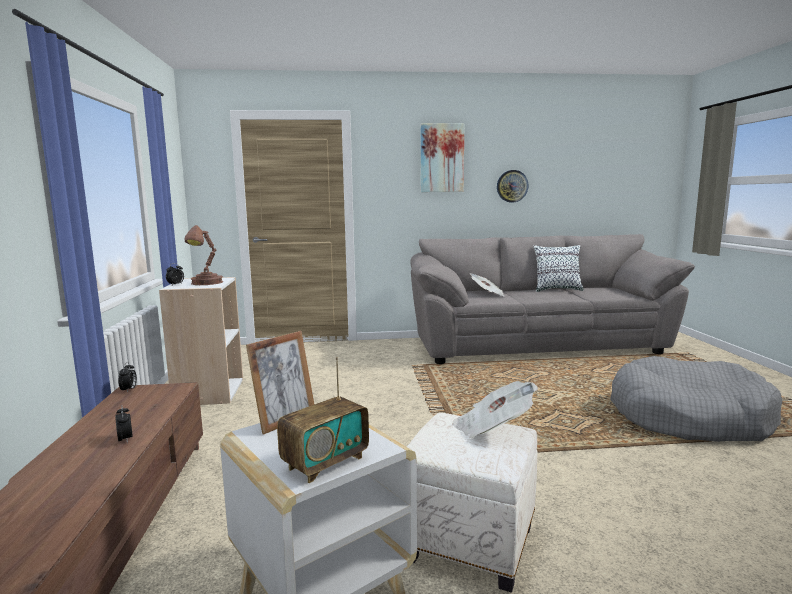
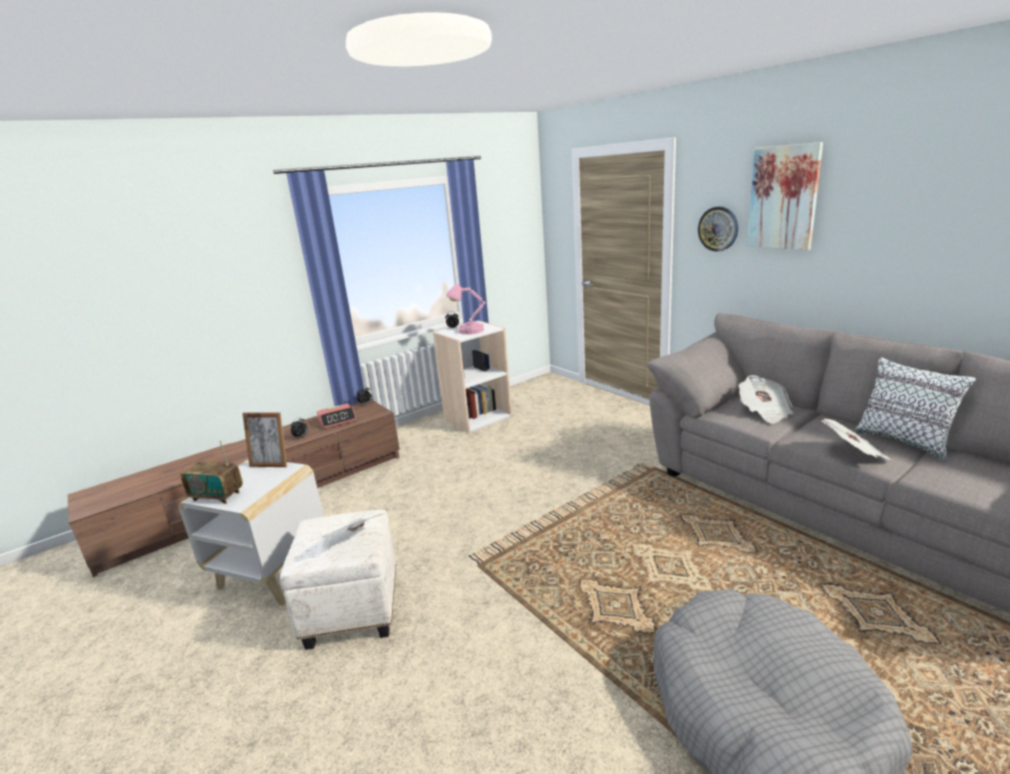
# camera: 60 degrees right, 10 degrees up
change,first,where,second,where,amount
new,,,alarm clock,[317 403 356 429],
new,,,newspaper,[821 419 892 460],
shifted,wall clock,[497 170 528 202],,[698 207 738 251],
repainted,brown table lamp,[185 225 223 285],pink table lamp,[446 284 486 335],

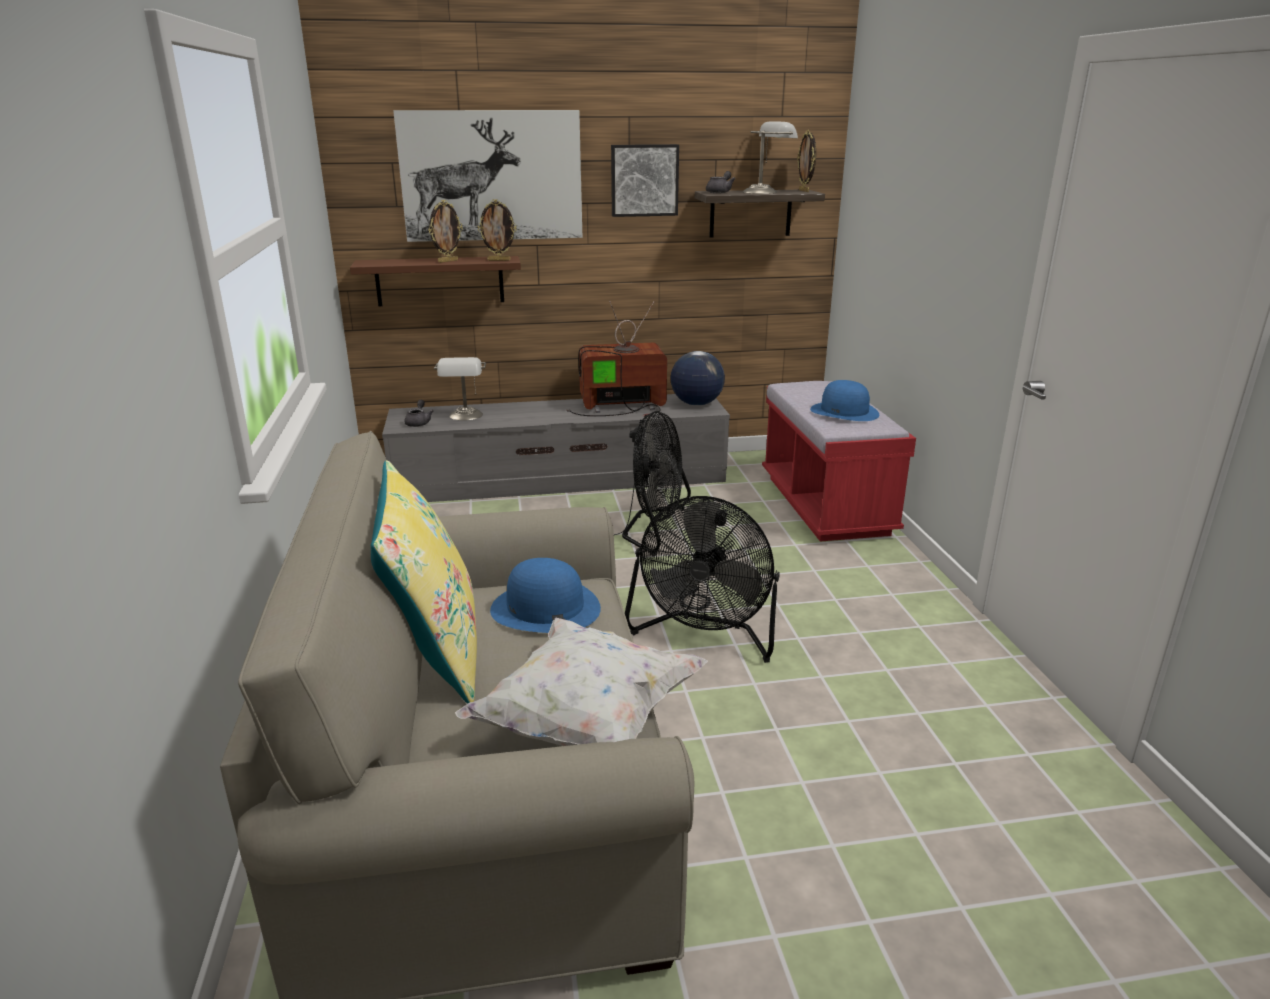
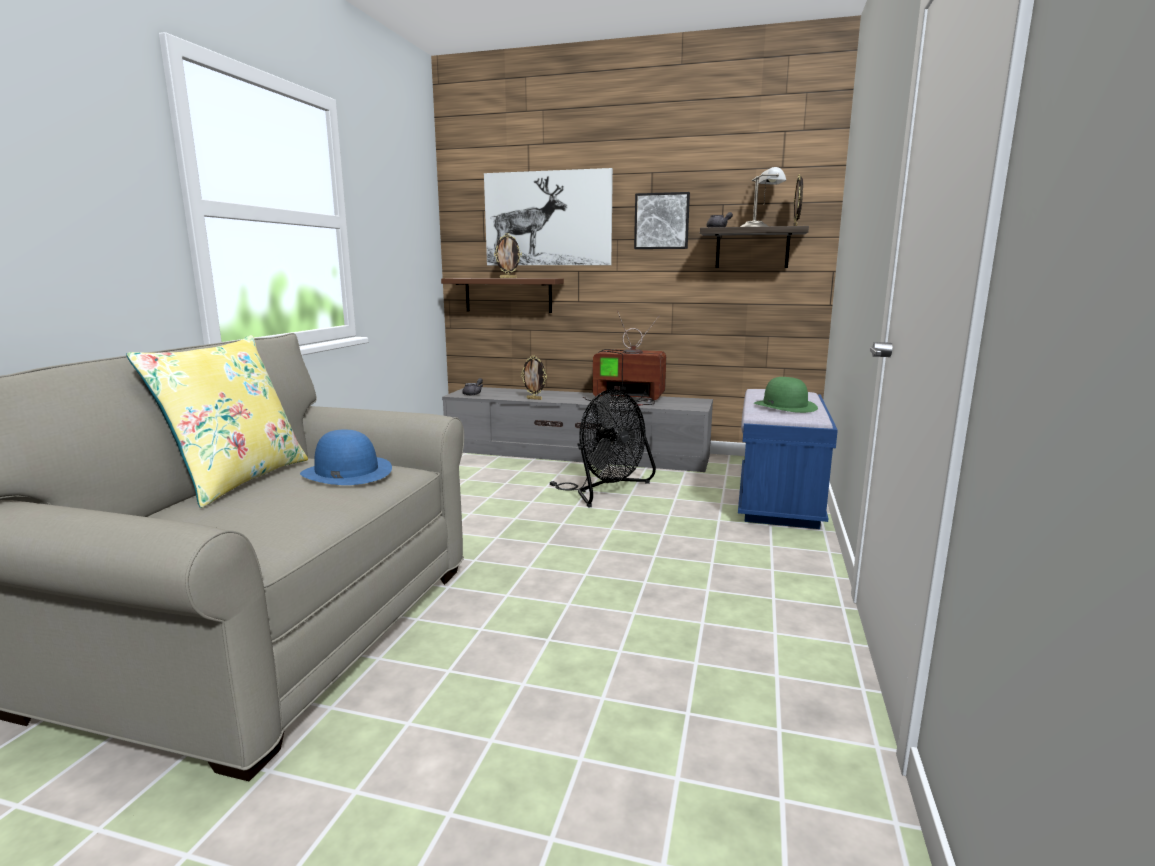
# camera: 25 degrees right, 10 degrees down
change,first,where,second,where,amount
gone,white table lamp,[434 357 486 421],,,
gone,white pillow,[455 617 708 746],,,
gone,black fan,[625 496 780 663],,,
gone,globe,[671 351 725 406],,,
shifted,picture frame,[478 199 517 261],,[521 355 547 400],
repainted,red bench,[762 381 916 542],blue bench,[738 389 838 529],
repainted,blue hat,[810 380 879 421],green hat,[754 377 818 413],

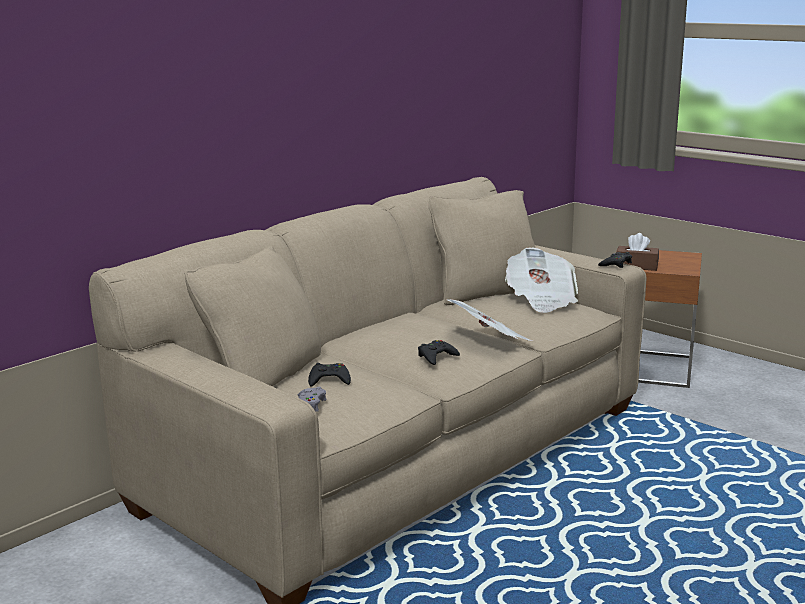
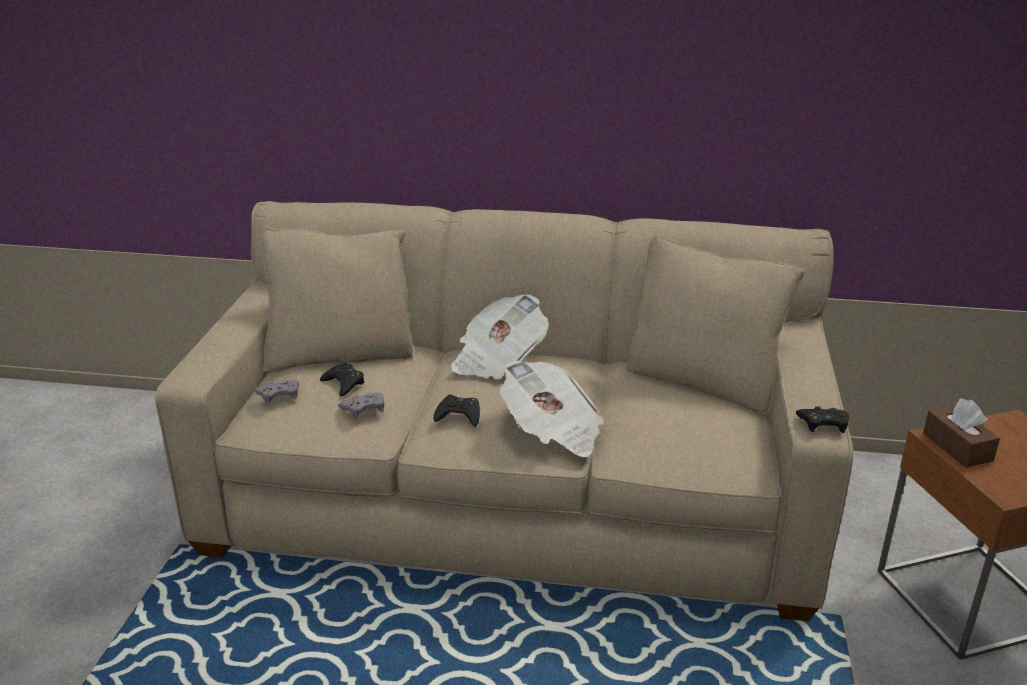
# camera: 55 degrees right, 10 degrees up
change,first,where,second,where,amount
new,,,grey game controller,[338 393 384 419],
shifted,newspaper,[505 247 578 313],,[451 294 549 380],

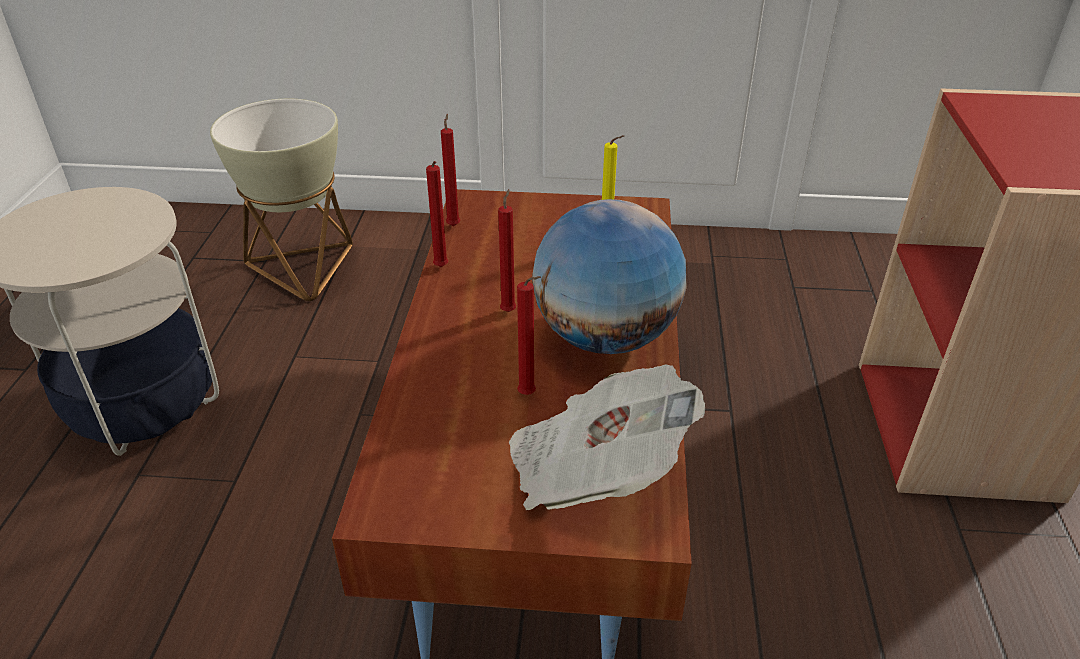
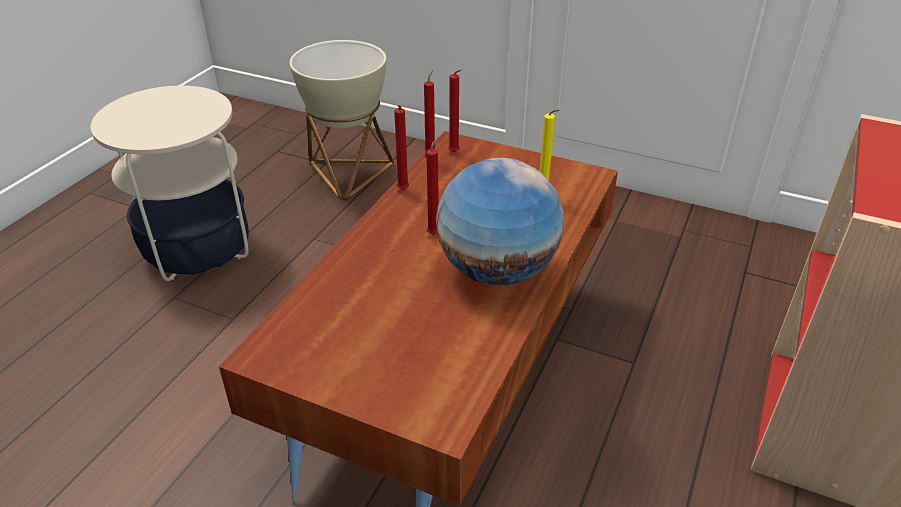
# camera: 20 degrees right, 0 degrees up
change,first,where,second,where,amount
gone,newspaper,[509 365 705 510],,,
shifted,red candle,[517 276 541 395],,[448 70 462 152],

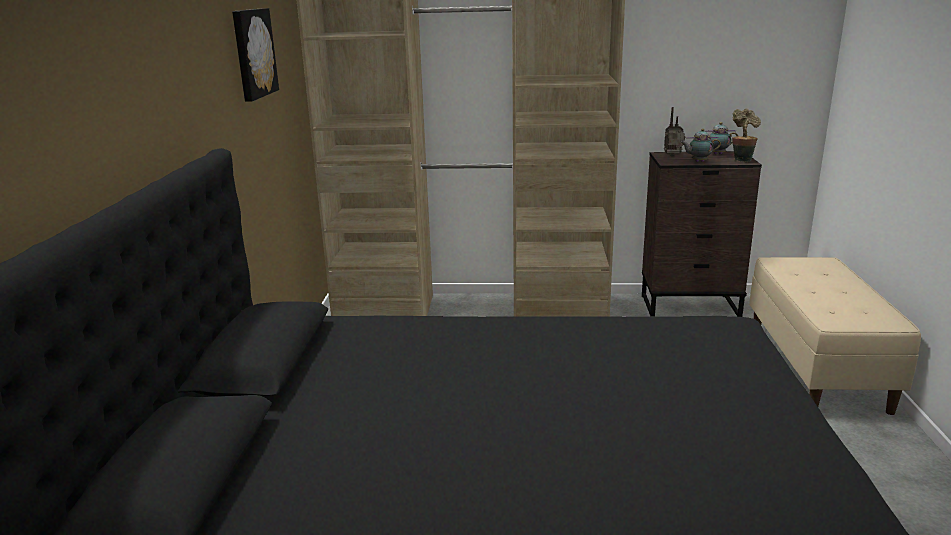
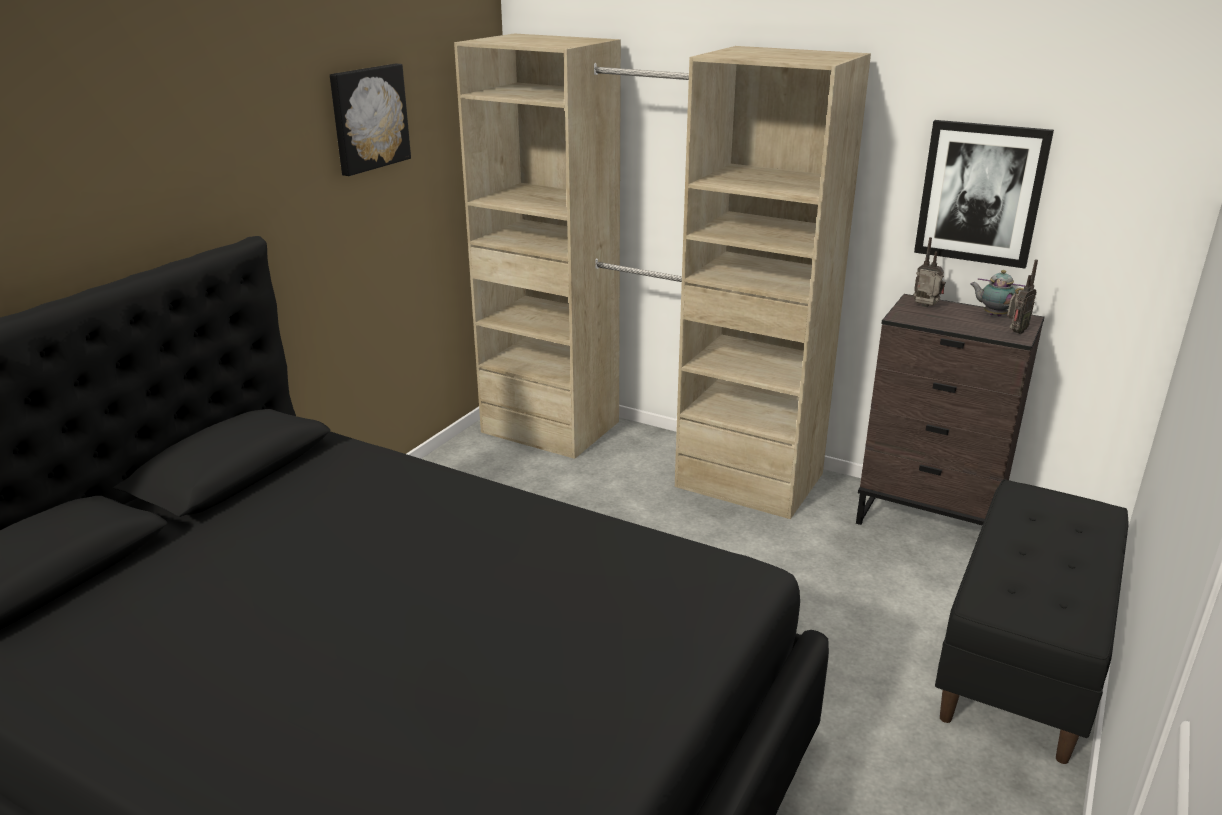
# camera: 25 degrees right, 5 degrees up
change,first,where,second,where,amount
gone,teapot,[680 129 721 162],,,
new,,,picture,[914 120 1054 269],
swapped,potted plant,[732 108 761 162],radio,[1007 260 1038 334],
repainted,beige bench,[749 257 921 415],black bench,[935 479 1129 764],

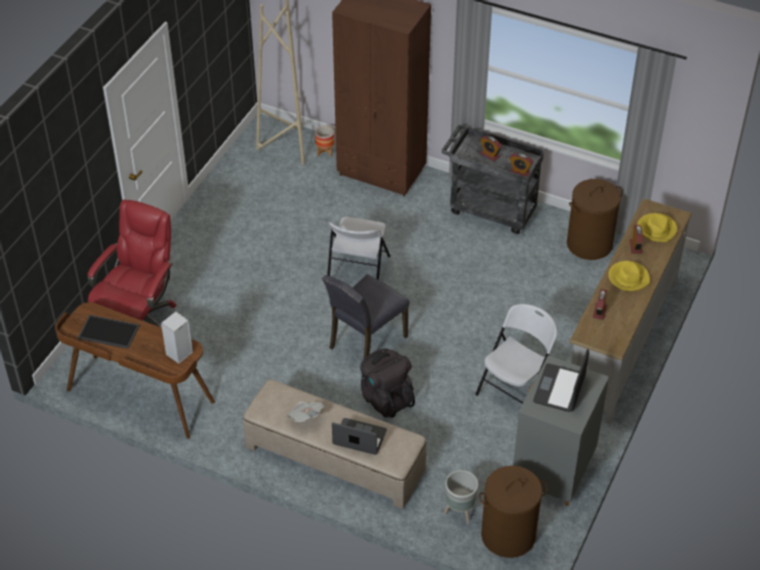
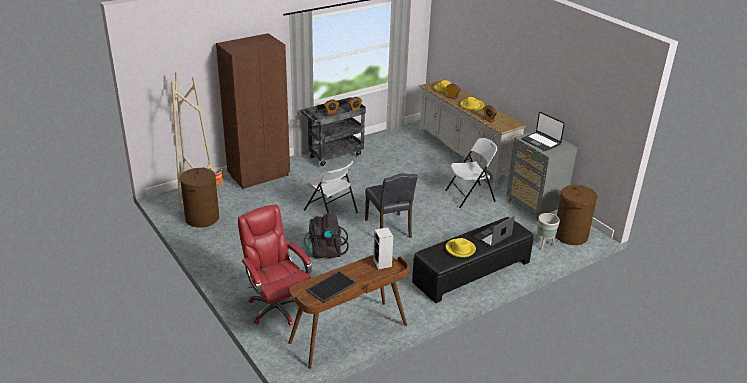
# camera: 60 degrees left, 15 degrees down
change,first,where,second,where,amount
shifted,black backpack,[360 348 415 418],,[304 213 349 258],
shifted,brown laundry basket,[567 179 623 260],,[180 167 219 228],
swapped,newspaper,[287 401 324 422],yellow hat,[446 238 476 258],
repainted,beige bench,[243 379 427 509],black bench,[412 217 533 303],
rotated,white chair,[475 304 557 404],,[445 138 497 208],90 degrees clockwise

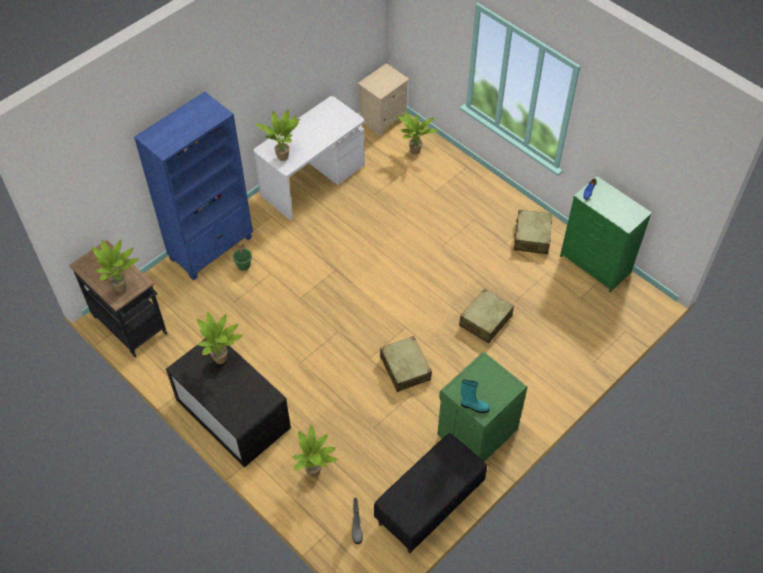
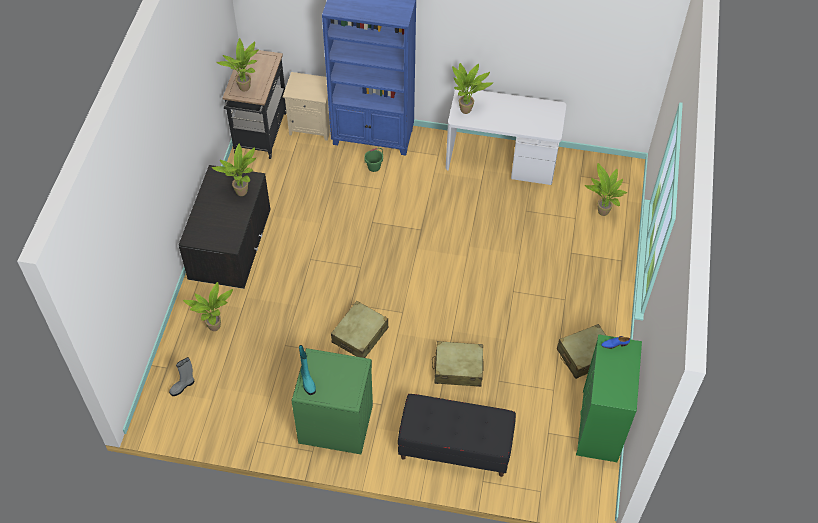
# camera: 55 degrees right, 0 degrees up
change,first,where,second,where,amount
shifted,beige nightstand,[357 63 409 136],,[283 72 330 141],
shifted,black bench,[374 433 487 553],,[398 394 516 477],

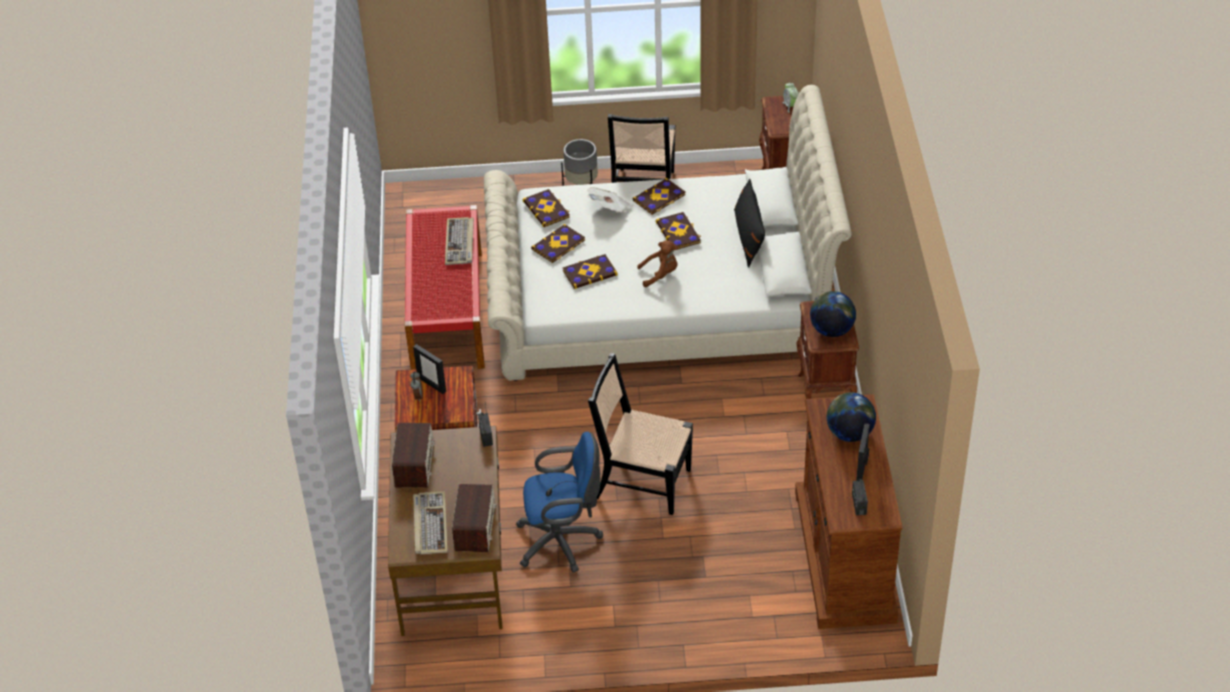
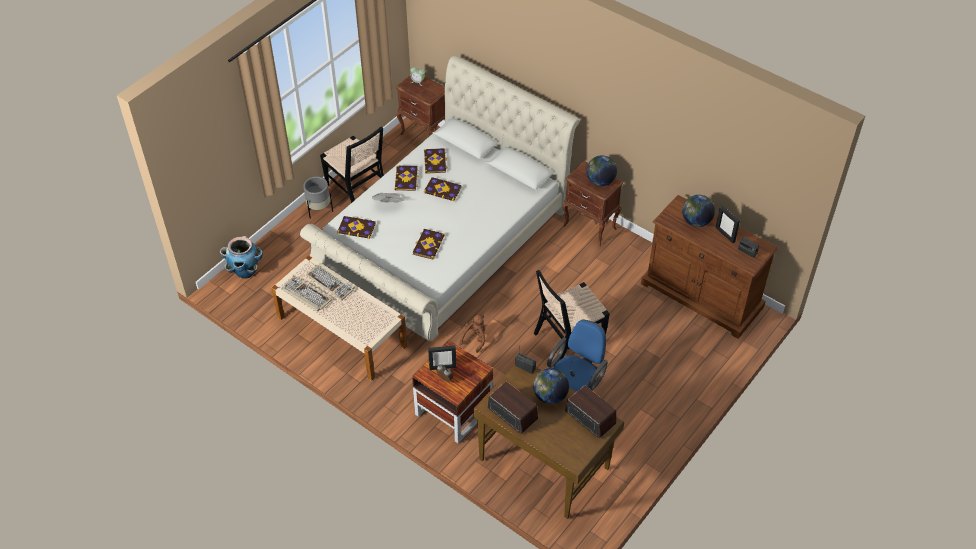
# camera: 50 degrees left, 5 degrees up
change,first,where,second,where,amount
gone,black pillow,[734 179 765 267],,,
new,,,planter,[220 236 263 279],
new,,,globe,[533 368 569 404],
shifted,keyboard,[413 491 448 554],,[282 276 332 312],
shifted,book,[531 224 585 263],,[424 148 448 174],
shifted,brown plush toy,[637 240 678 287],,[460 315 486 353],
repainted,red bench,[405 205 485 369],beige bench,[271 255 407 381],

